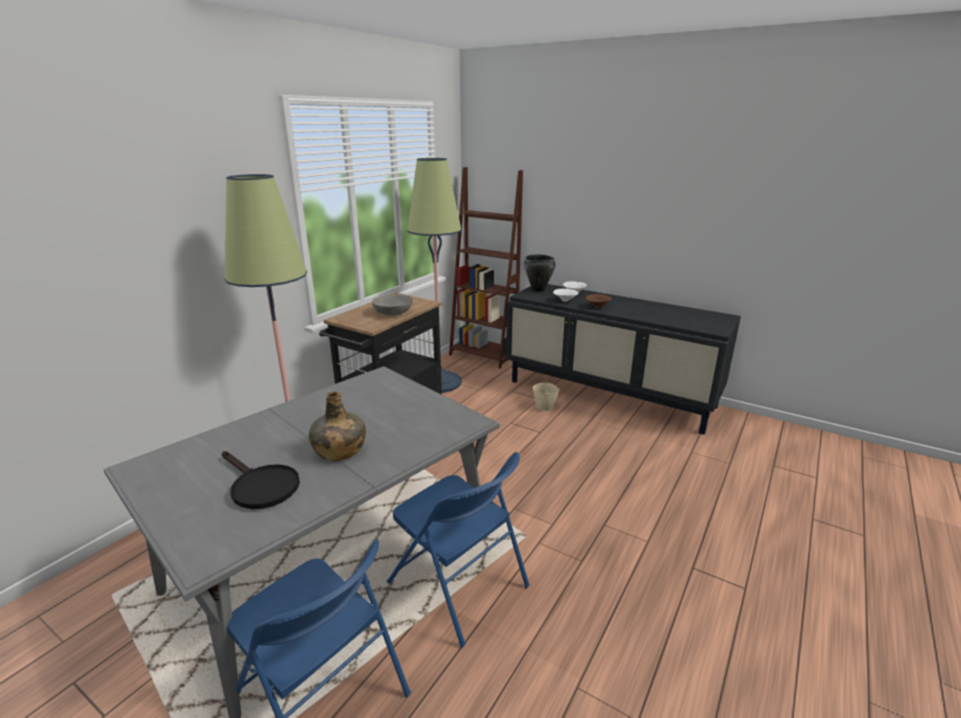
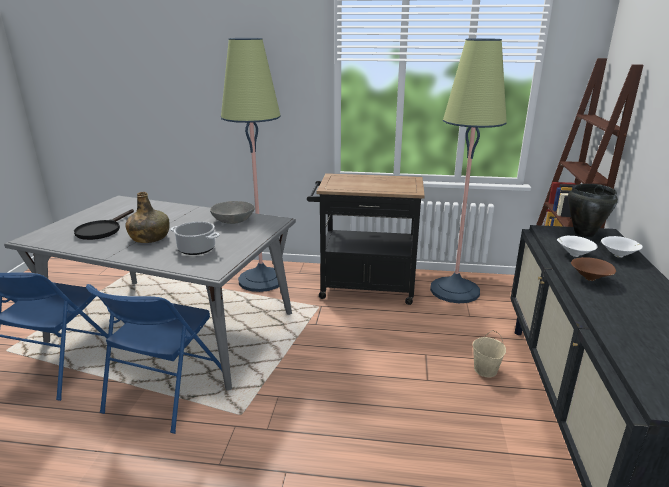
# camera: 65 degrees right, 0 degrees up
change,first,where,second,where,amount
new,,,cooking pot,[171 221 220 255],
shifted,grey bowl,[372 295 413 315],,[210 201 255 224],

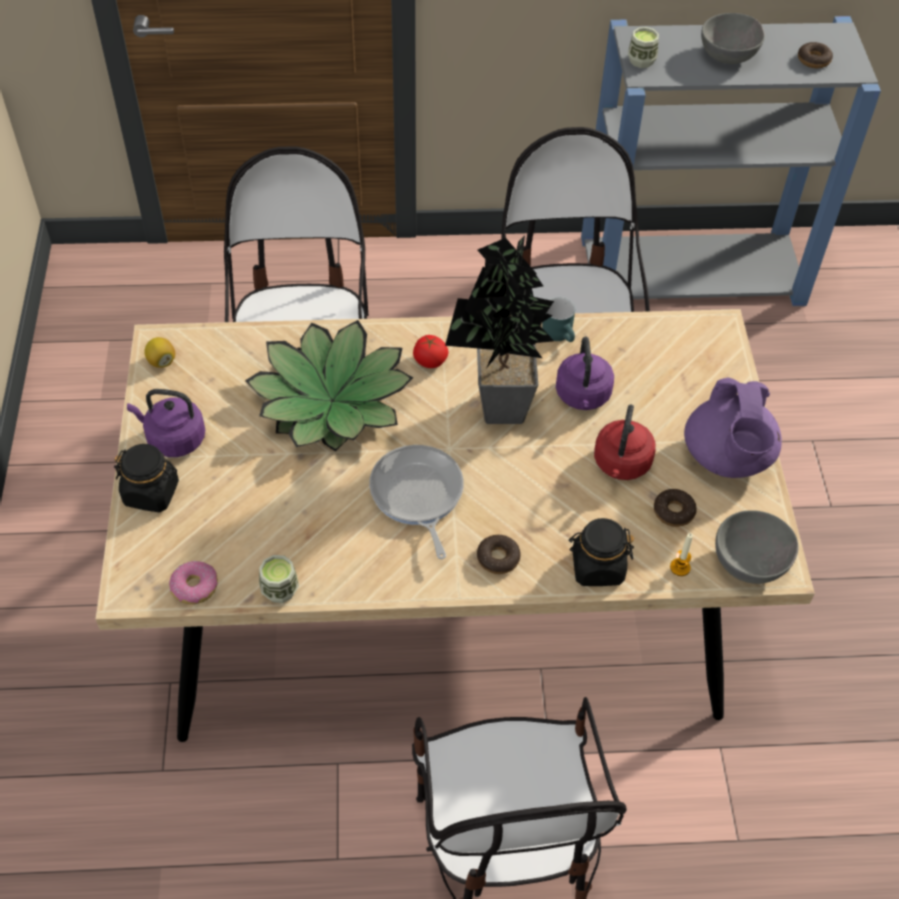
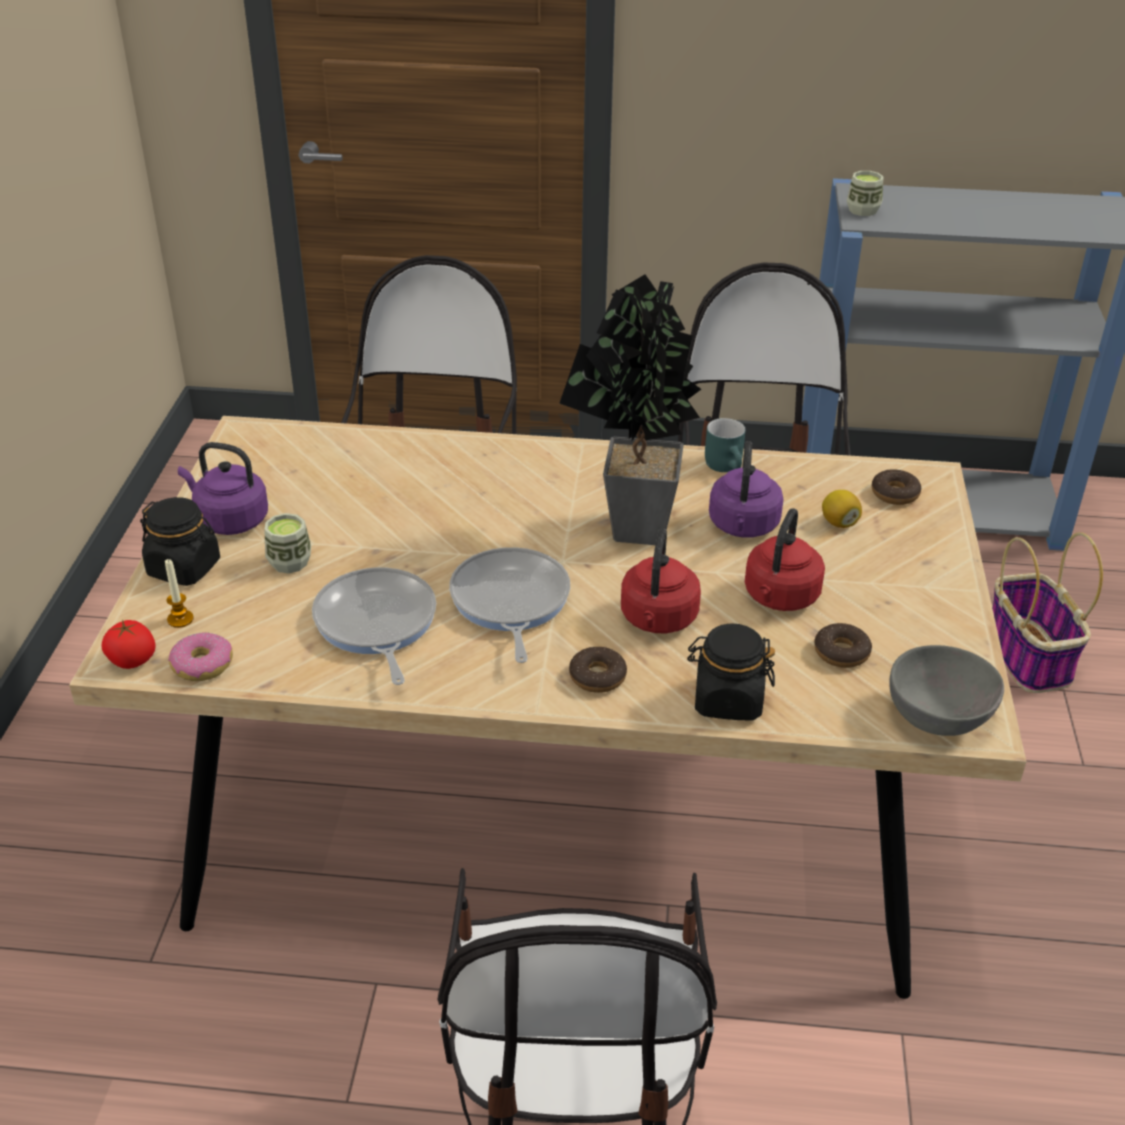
# camera: 10 degrees right, 15 degrees down
change,first,where,second,where,amount
gone,potted plant,[245 320 413 451],,,
gone,purple teapot,[684 377 782 478],,,
gone,grey bowl,[701 13 765 64],,,
new,,,frying pan,[312 567 436 685],
new,,,red kettle,[621 529 701 633],
new,,,basket,[992 532 1103 693],
shifted,lemon,[144 337 175 368],,[822 490 862 528],
shifted,cup,[259 555 299 603],,[265 513 311 574],
shifted,tomato,[413 335 449 368],,[101 620 155 669],
shifted,candle,[670 533 693 576],,[165 559 194 628],
shifted,donut,[798 42 833 68],,[872 469 921 505],

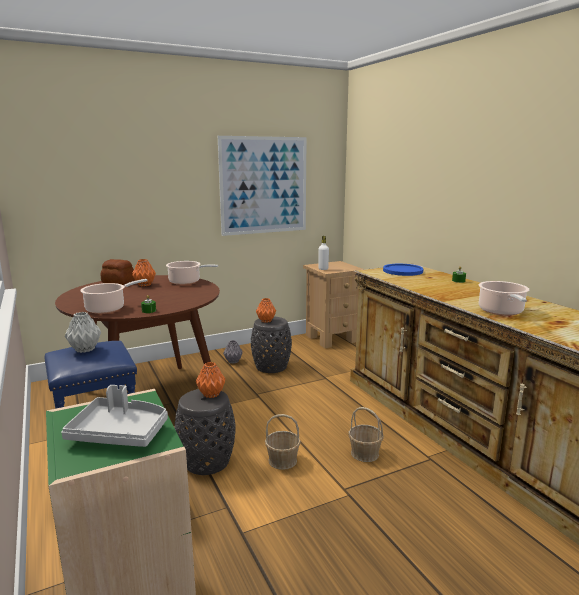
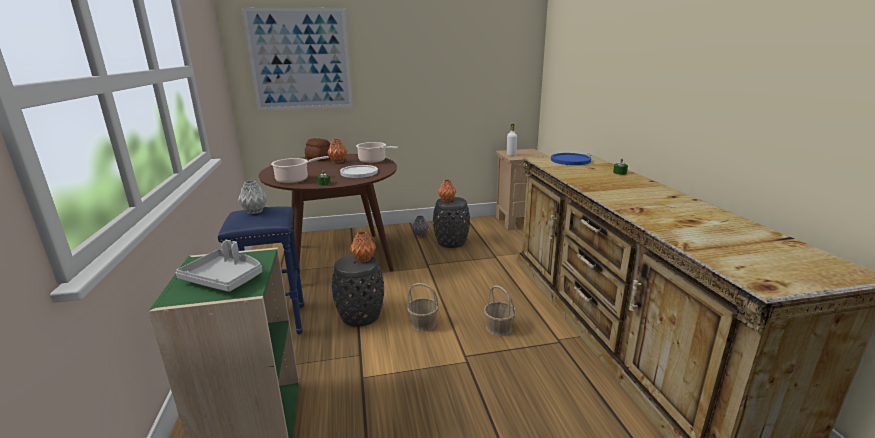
# camera: 15 degrees right, 5 degrees up
change,first,where,second,where,amount
gone,cooking pot,[478 281 529 316],,,
new,,,white plate,[340 165 378 178],
shifted,picture,[218 136 307 236],,[242 7 353 111],

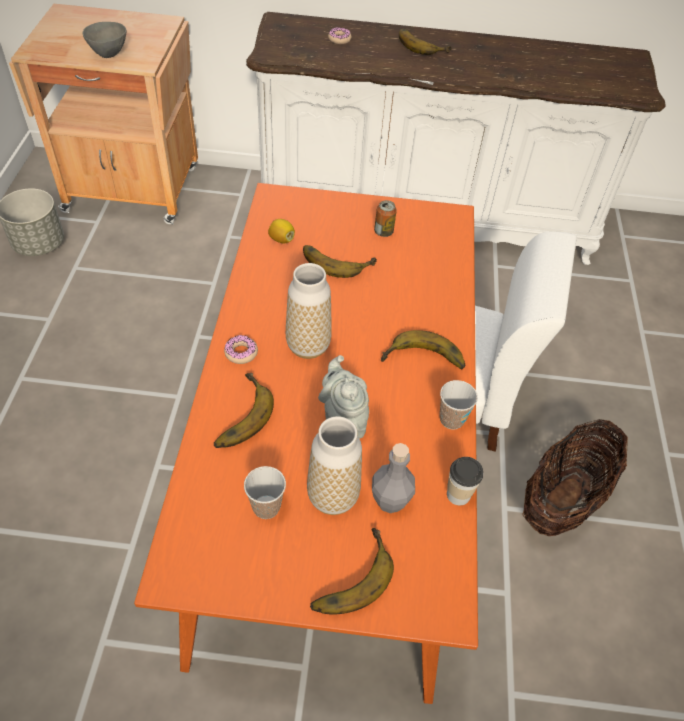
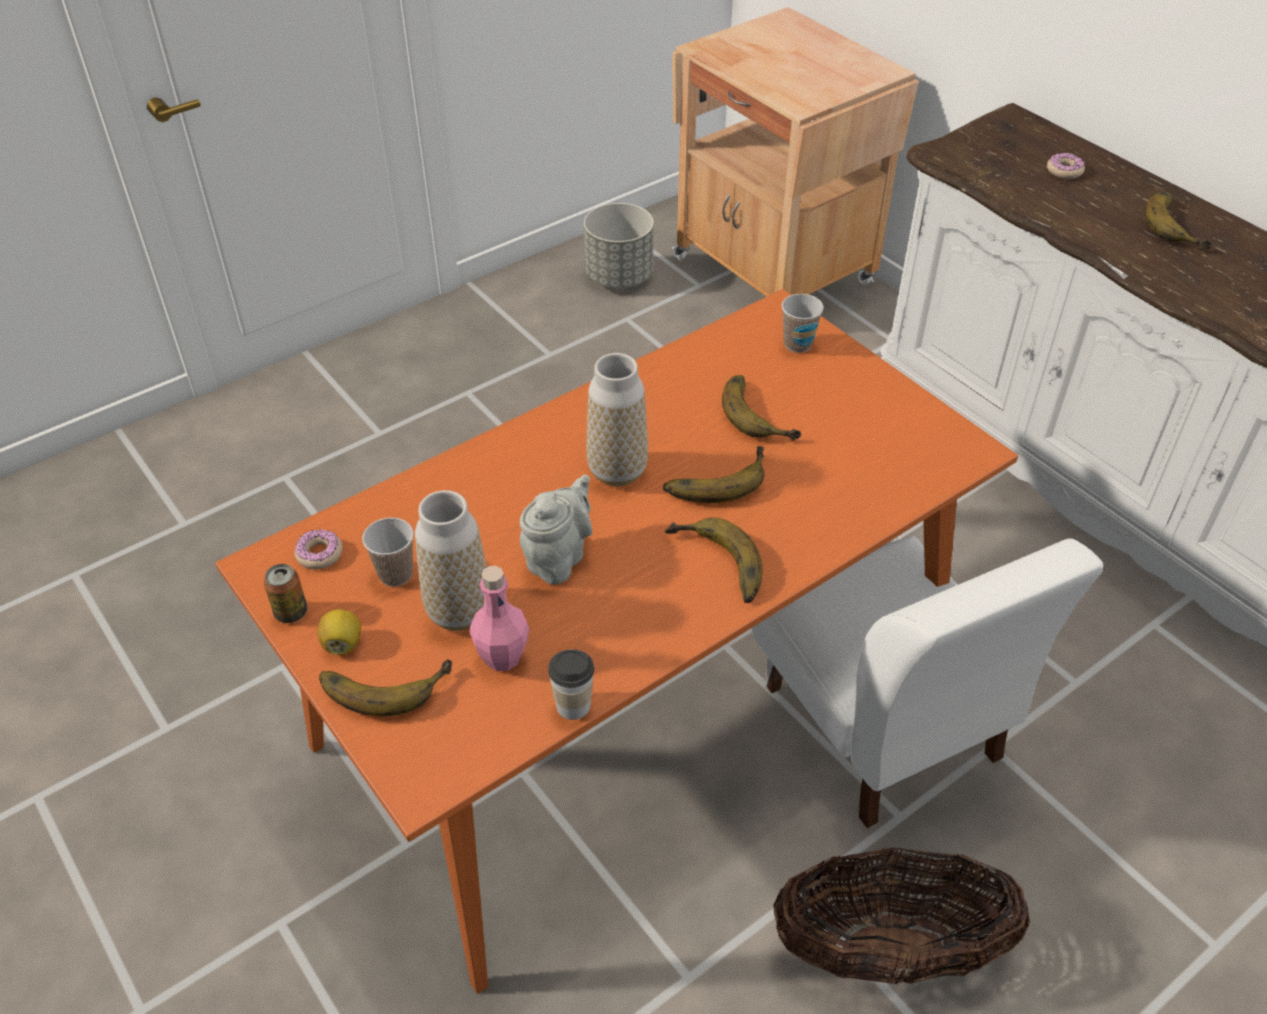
# camera: 50 degrees right, 5 degrees down
change,first,where,second,where,amount
gone,grey bowl,[83 22 126 58],,,
shifted,banana,[214 373 274 448],,[663 446 765 503],
shifted,donut,[224 335 258 364],,[294 529 343 569],
shifted,lemon,[268 219 295 244],,[317 609 361 655],
shifted,can,[374 200 397 237],,[264 564 307 623],
shifted,cup,[440 380 478 430],,[781 294 824 353],
repainted,grey bottle,[372 443 415 513],pink bottle,[470 566 529 671],

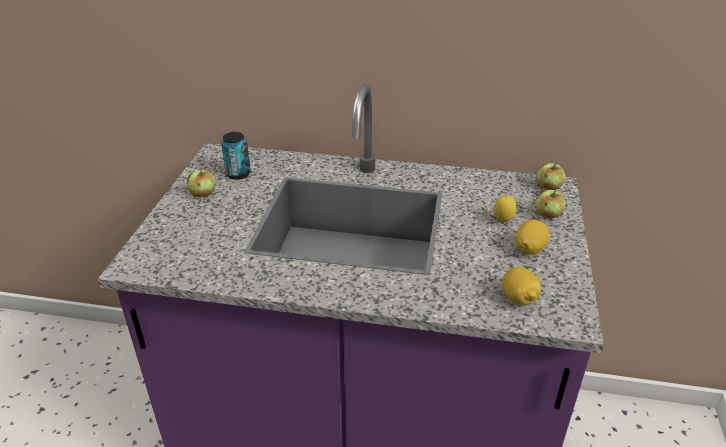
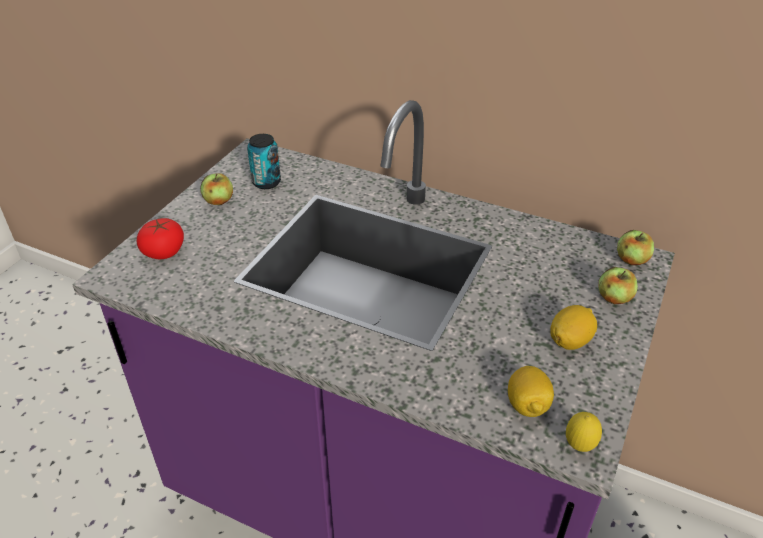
# camera: 15 degrees right, 5 degrees up
change,first,where,second,where,amount
new,,,tomato,[137 218 184 259],
shifted,lemon,[494 195 517 222],,[566 412 602 452],

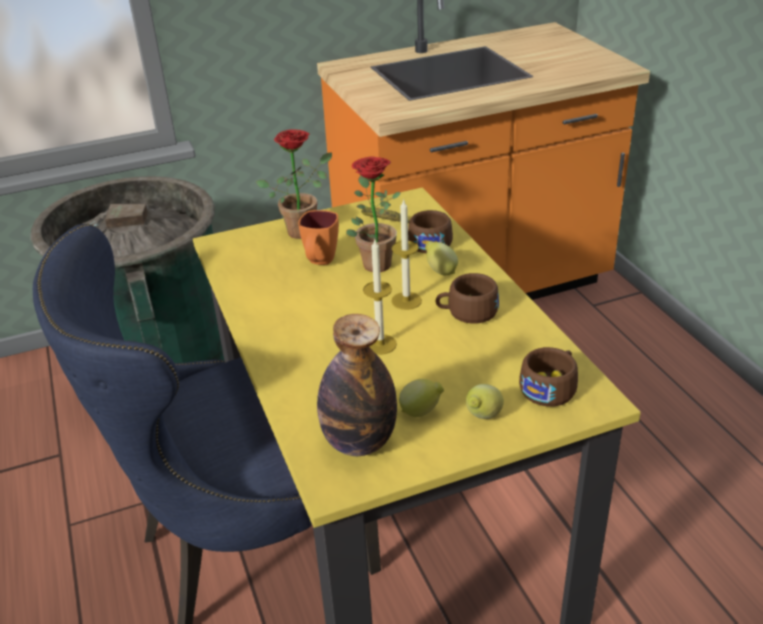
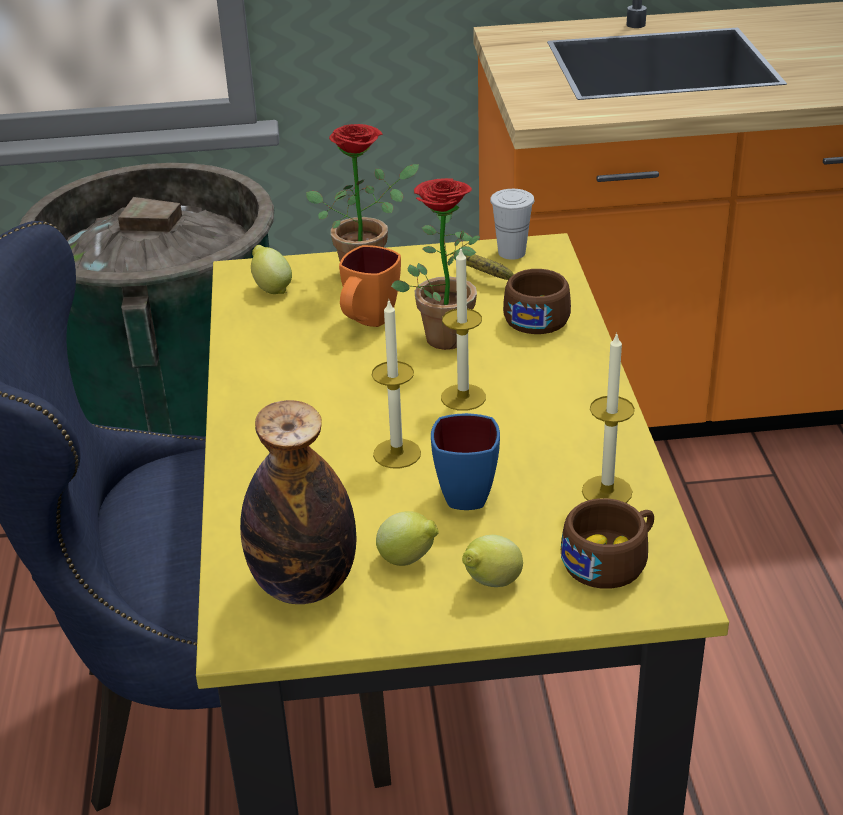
# camera: 15 degrees right, 0 degrees up
change,first,where,second,where,amount
gone,brown cup,[436 273 499 324],,,
new,,,blue mug,[431 413 500 510],
new,,,white cup,[490 189 535 260],
new,,,candle,[582 332 635 503],
shifted,lemon,[425 241 458 275],,[251 245 292 294],

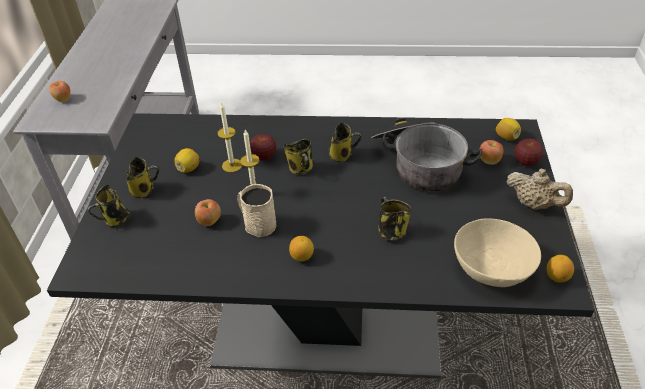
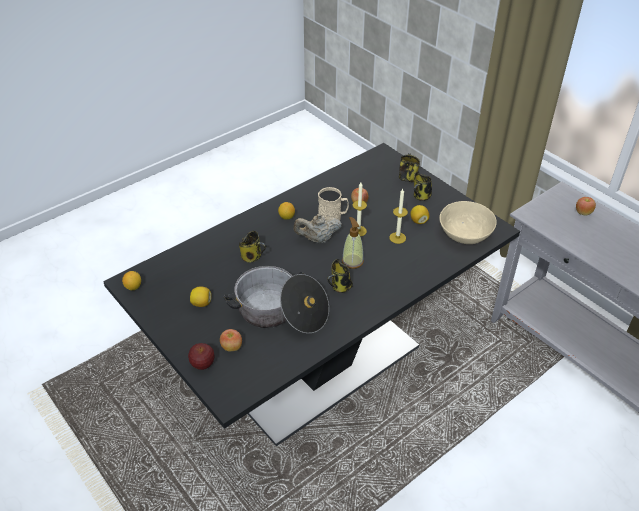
# camera: 135 degrees right, 0 degrees up
change,first,where,second,where,amount
gone,apple,[250 134 276 161],,,
shifted,beige bowl,[454 218 541 287],,[439 201 497 244],
shifted,lemon,[496 118 521 140],,[190 287 211 307],
shifted,beige teapot,[507 169 573 210],,[294 214 342 243],
swapped,mug,[284 139 313 175],soap dispenser,[342 217 364 269],

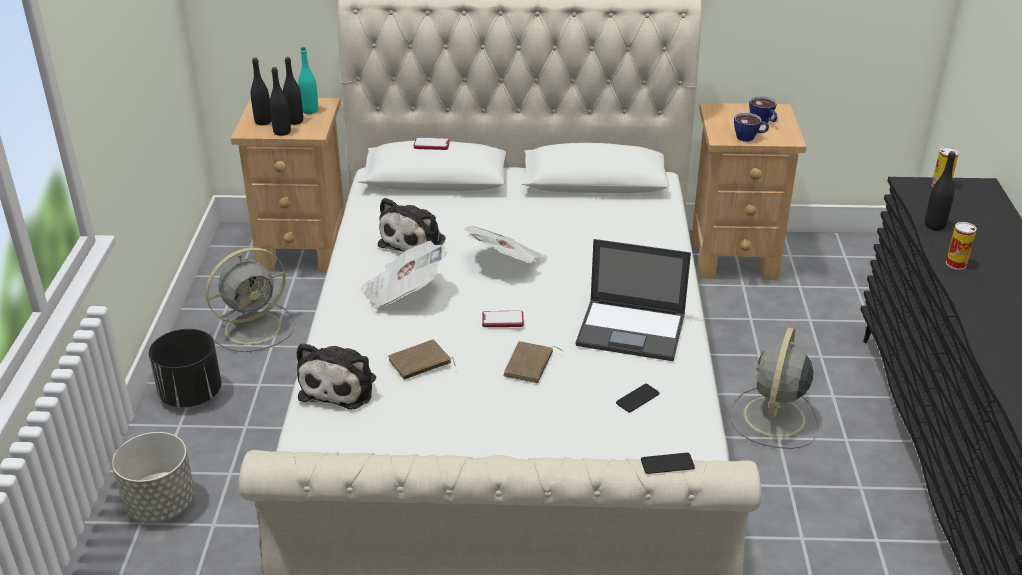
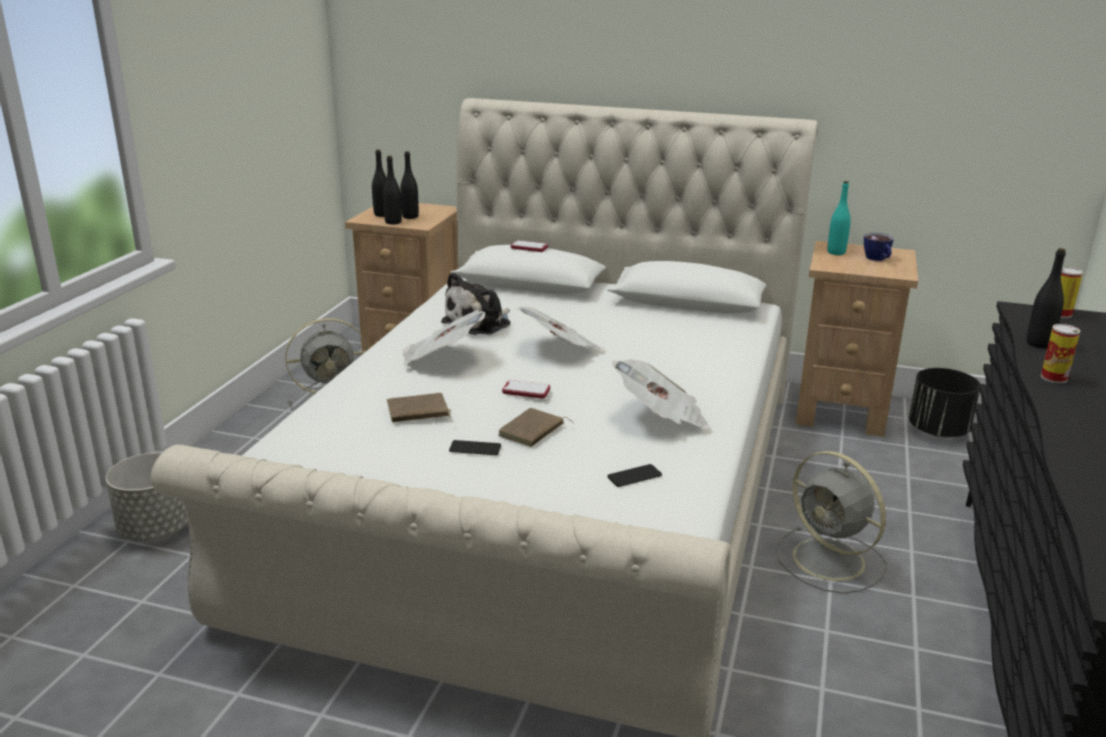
# camera: 15 degrees right, 10 degrees down
change,first,where,second,where,amount
gone,plush toy,[297 343 376 410],,,
gone,cup,[734 113 769 142],,,
shifted,black planter,[149 329 221 407],,[909 368 980 437],
shifted,turquoise bottle,[298 47 318 114],,[827 181 850 255],
shifted,phone,[641 453 695 474],,[449 440 501 455],
swapped,laptop,[575 239 691 361],newspaper,[612 359 710 429],
rotated,grey fan,[730 327 819 449],,[776 451 887 593],75 degrees counterclockwise

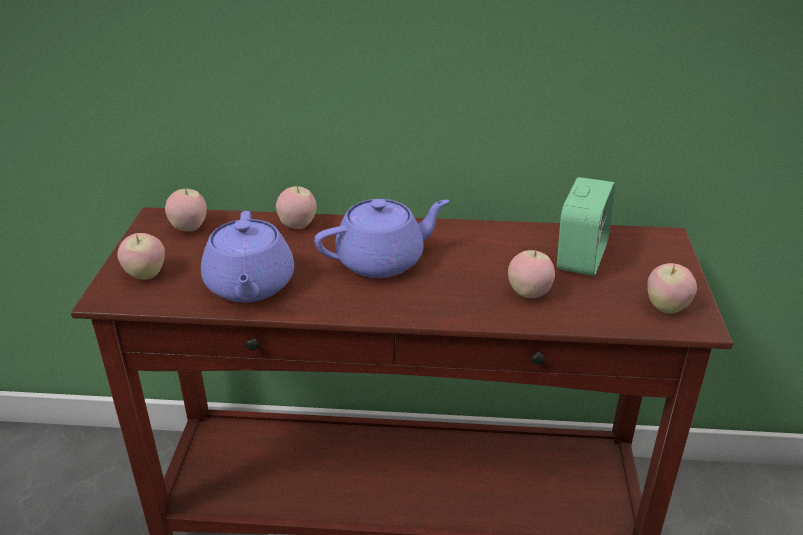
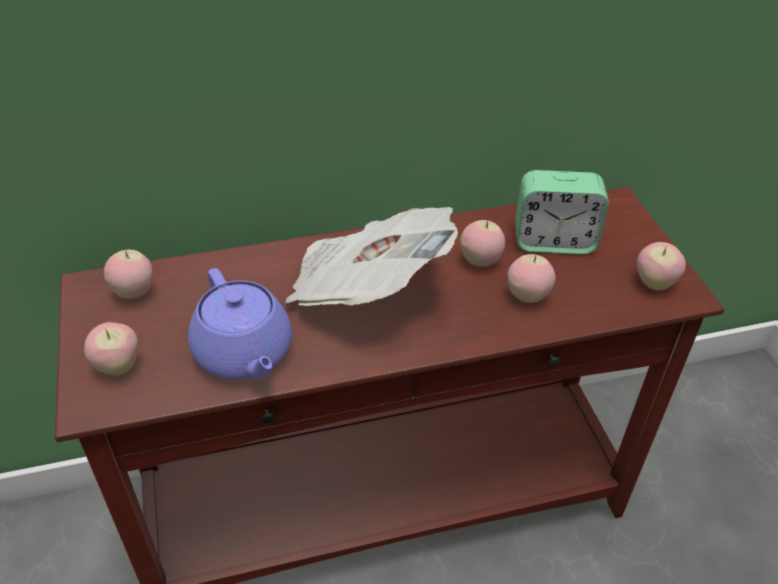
# camera: 20 degrees left, 10 degrees up
change,first,where,second,where,amount
shifted,apple,[276 185 317 229],,[460 220 505 267],
swapped,purple teapot,[314 199 449 278],newspaper,[285 207 458 306],
rotated,alarm clock,[557 177 615 276],,[515 170 609 254],90 degrees clockwise

